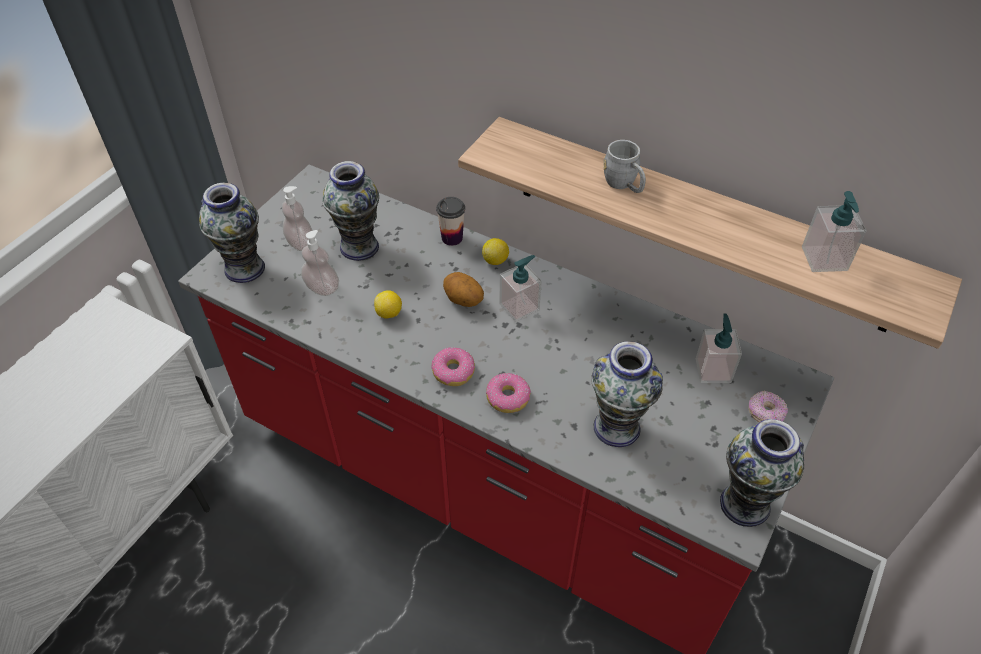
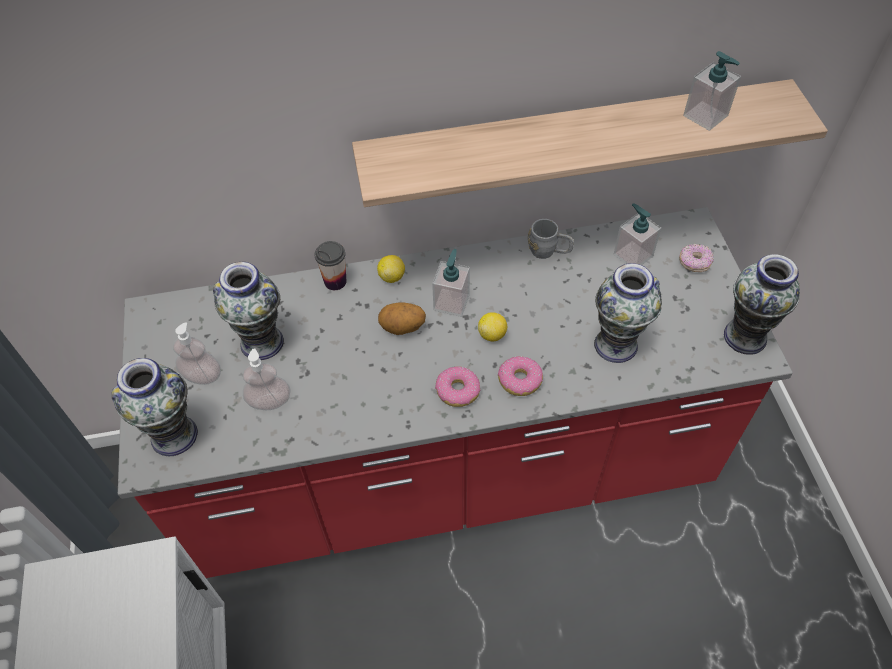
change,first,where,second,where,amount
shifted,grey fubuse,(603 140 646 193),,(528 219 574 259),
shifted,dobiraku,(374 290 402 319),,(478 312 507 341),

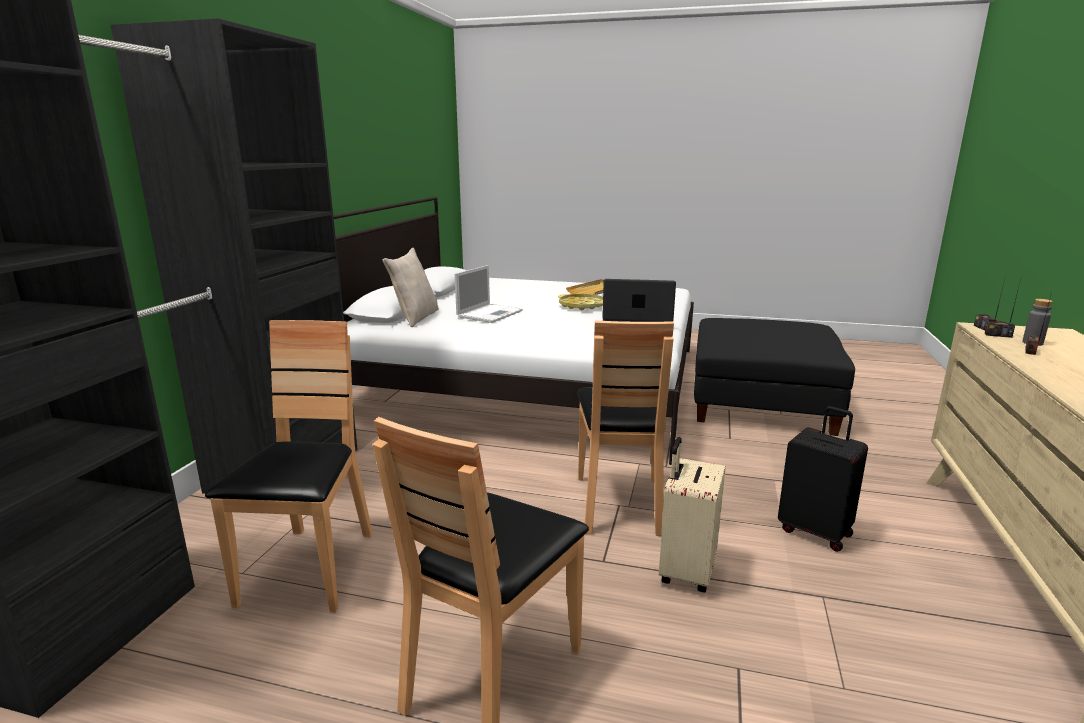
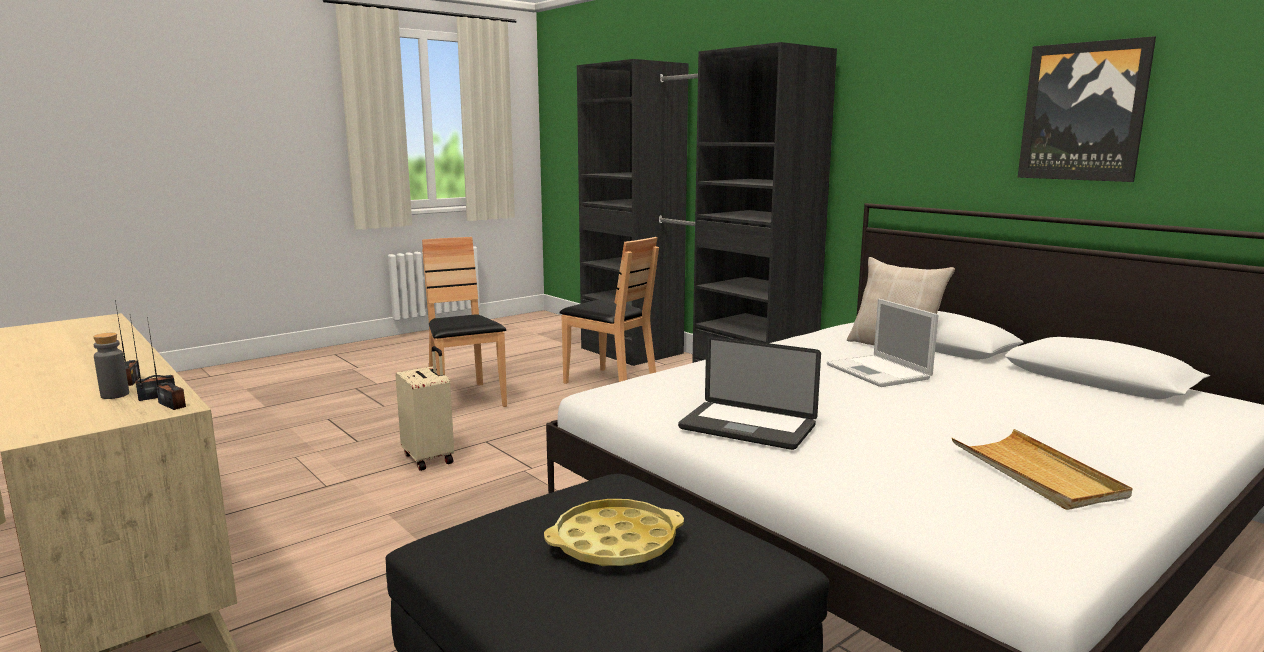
change,first,where,second,where,amount
rotated,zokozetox,(602 279 676 322),,(678 336 821 450),75 degrees clockwise
shifted,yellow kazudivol,(558 294 603 310),,(544 499 684 566),
gone,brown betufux,(577 320 674 536),,,
gone,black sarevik,(778 406 868 552),,,
new,,,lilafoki,(1018 36 1156 182),

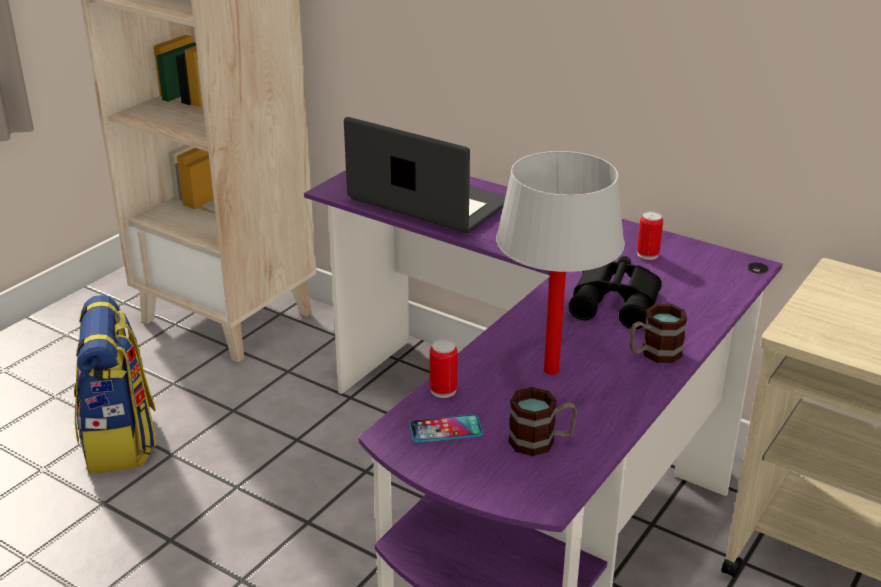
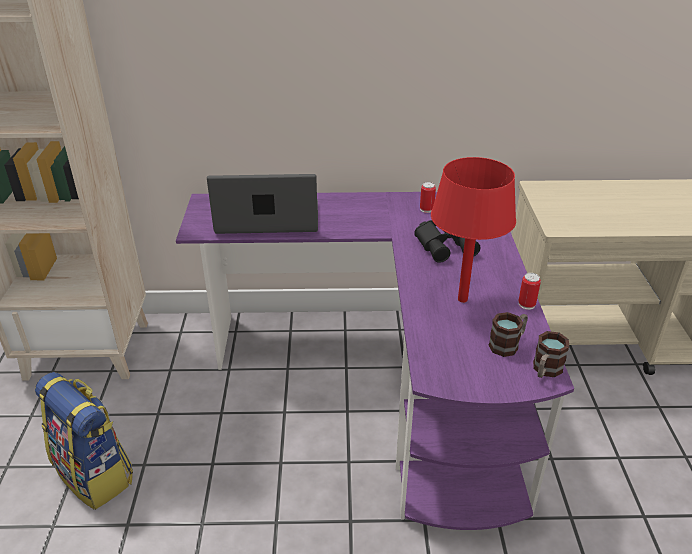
change,first,where,second,where,amount
repainted,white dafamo,(496 151 625 375),red dafamo,(431 157 516 303),
shifted,fubuse,(630 304 687 363),,(533 331 569 378),
shifted,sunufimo,(430 339 458 398),,(518 273 541 310),
gone,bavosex,(409 414 483 443),,,

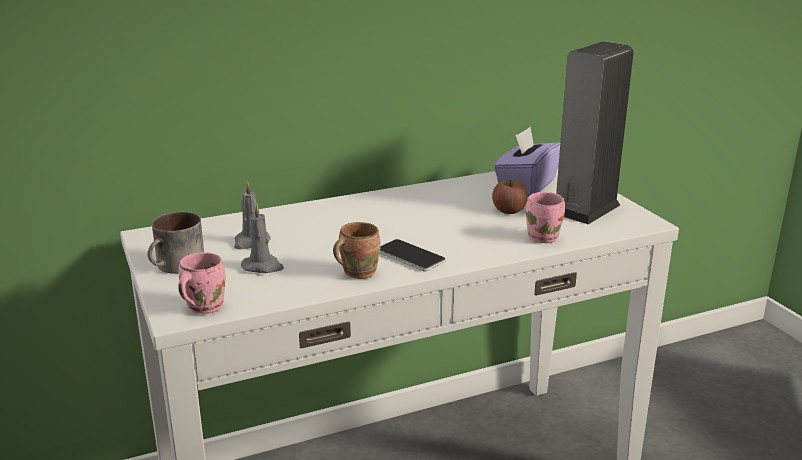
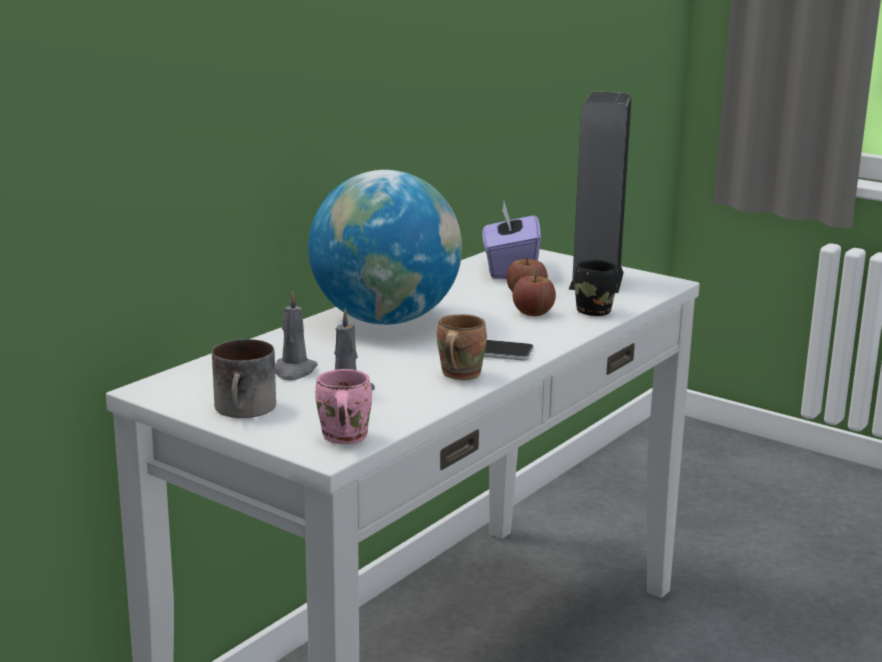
change,first,where,second,where,amount
repainted,pink fubuse,(526 192 565 243),black fubuse,(574 260 618 316),
new,,,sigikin,(308 170 462 325),
new,,,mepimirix,(512 275 556 316),

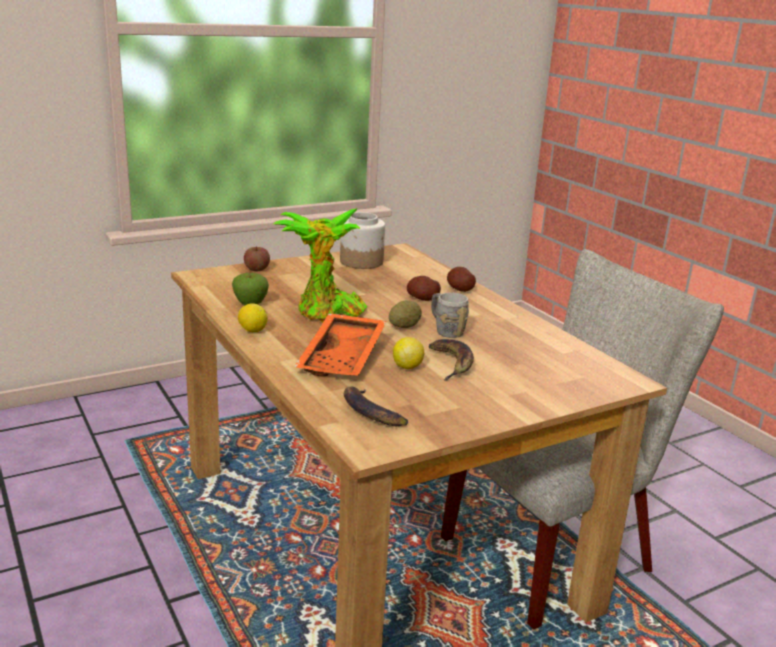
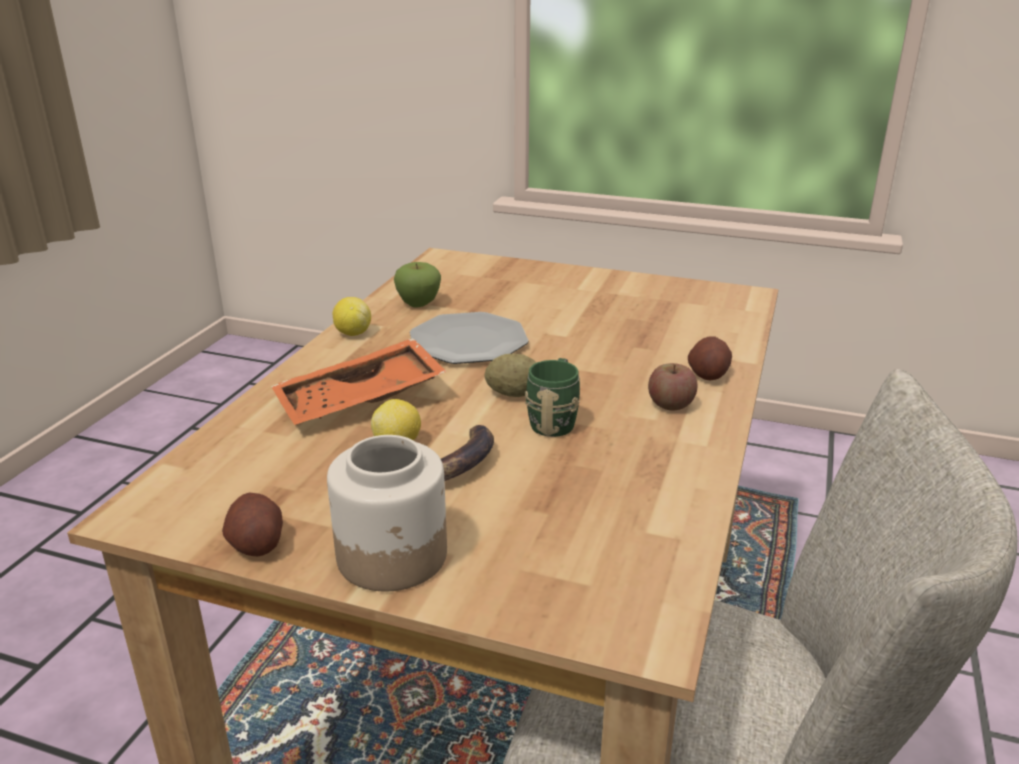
change,first,where,second,where,amount
swapped,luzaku,(273 208 367 322),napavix,(410 312 529 364),
shifted,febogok,(340 212 385 269),,(327 435 447 591),
shifted,mepimirix,(244 246 270 271),,(648 363 697 410),
shifted,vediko,(407 276 441 301),,(222 493 283 556),
repainted,grey fubuse,(431 292 469 338),green fubuse,(525 358 580 437),
gone,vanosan,(344 386 408 426),,,

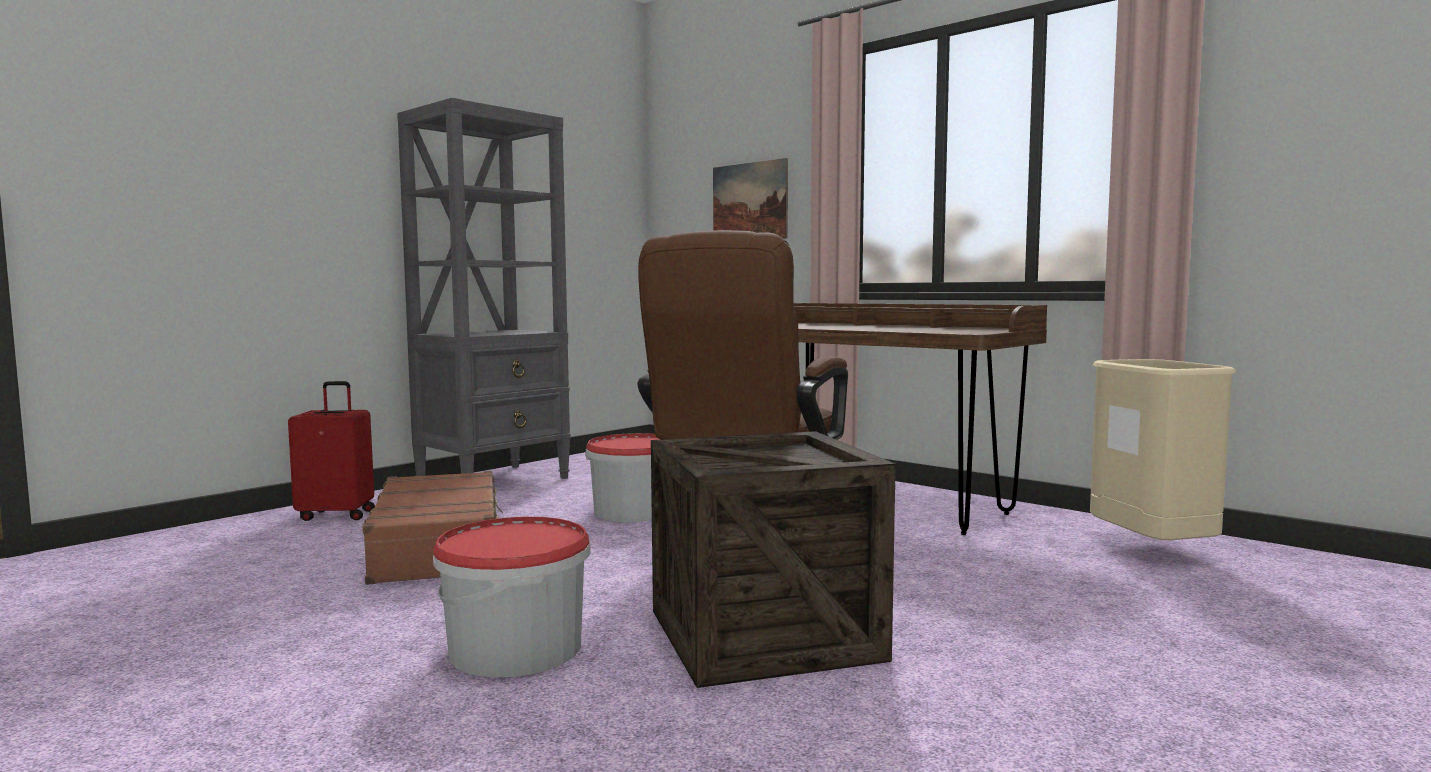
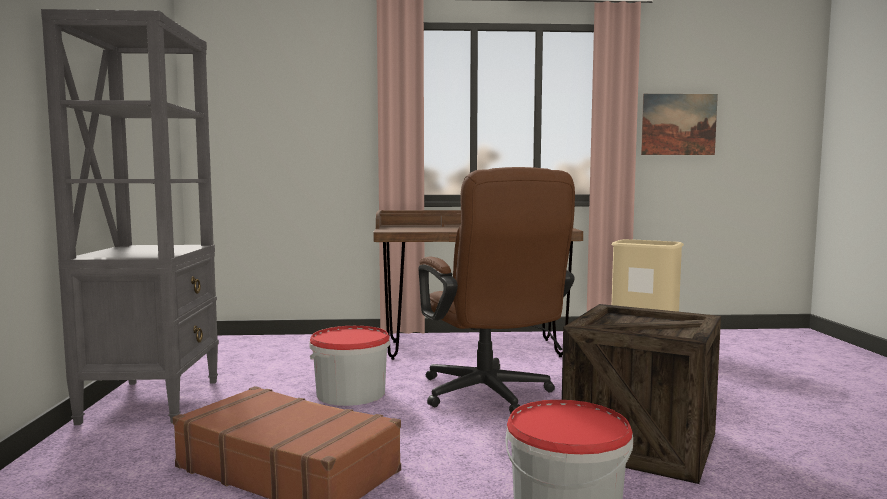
change,first,where,second,where,amount
shifted,lilafoki,(713 158 788 239),,(641 94 718 155),
gone,red sarevik,(288 381 375 521),,,

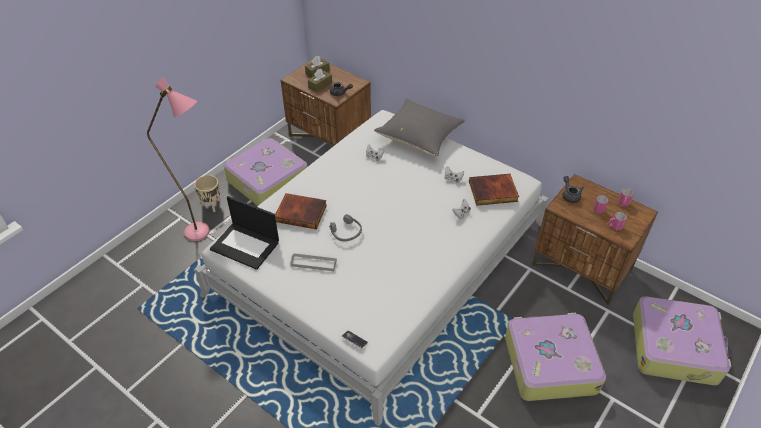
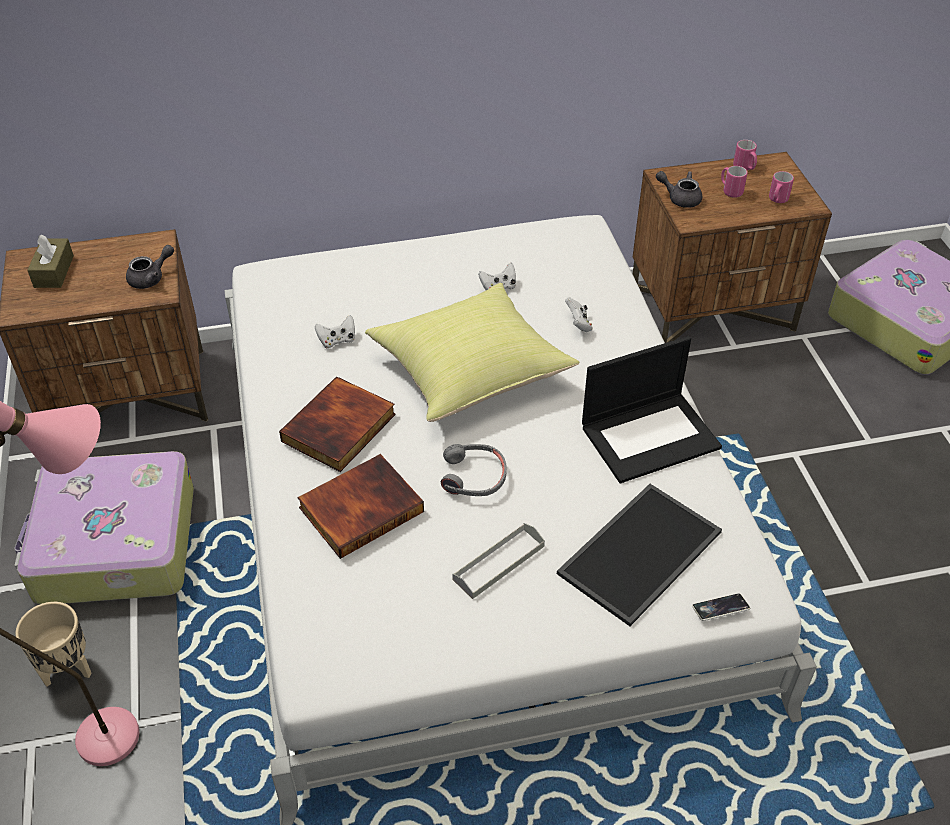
change,first,where,second,where,amount
gone,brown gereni,(308 69 332 93),,,
gone,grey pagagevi,(374 99 465 157),,,
shifted,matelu,(469 174 519 206),,(279 376 396 472),
shifted,zokozetox,(210 196 279 270),,(582 336 722 484),
gone,sarevik,(505 313 606 401),,,
new,,,yellow pagagevi,(365 283 579 422),
new,,,kazudivol,(557 484 722 626),

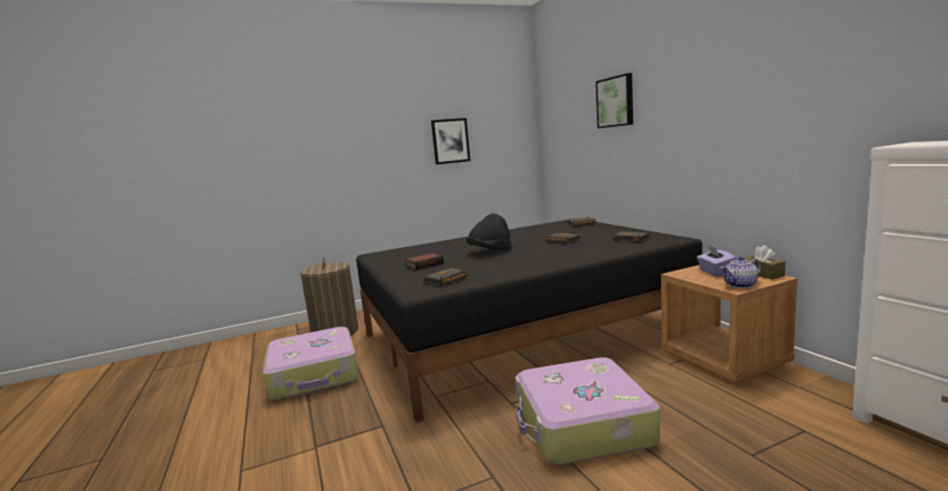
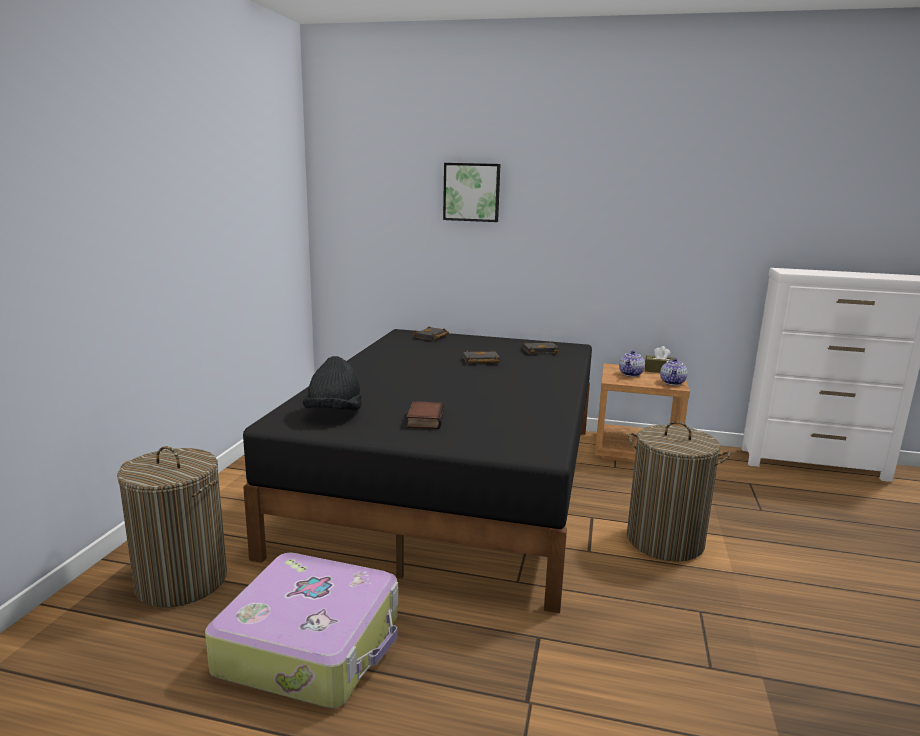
change,first,where,second,where,amount
gone,lilafoki,(431 118 470 165),,,
shifted,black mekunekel,(466 213 513 250),,(303 356 362 411),
swapped,purple gereni,(697 246 736 276),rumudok,(619 350 645 377),
gone,black matelu,(423 267 468 286),,,
swapped,sarevik,(515 357 660 465),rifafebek,(627 422 730 562),

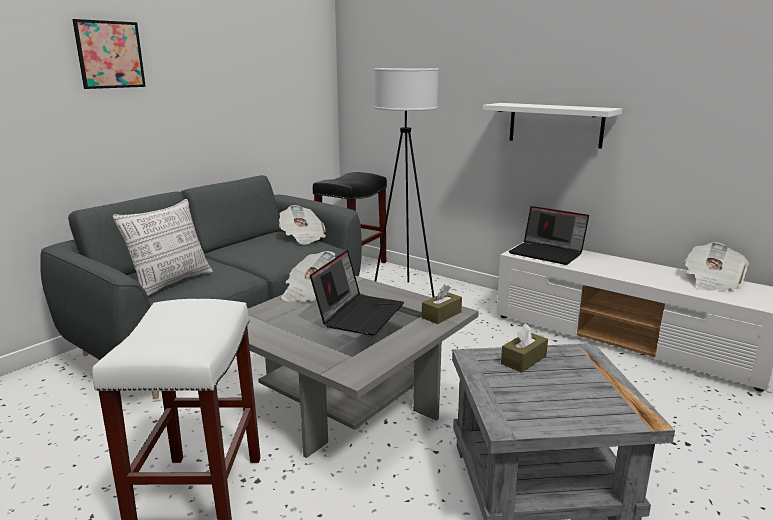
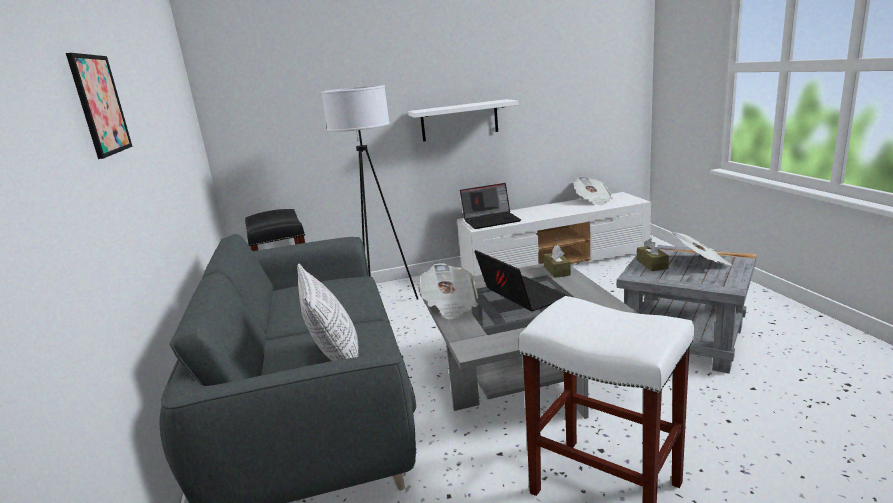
change,first,where,second,where,amount
shifted,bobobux,(279 205 326 245),,(670 232 734 266),

